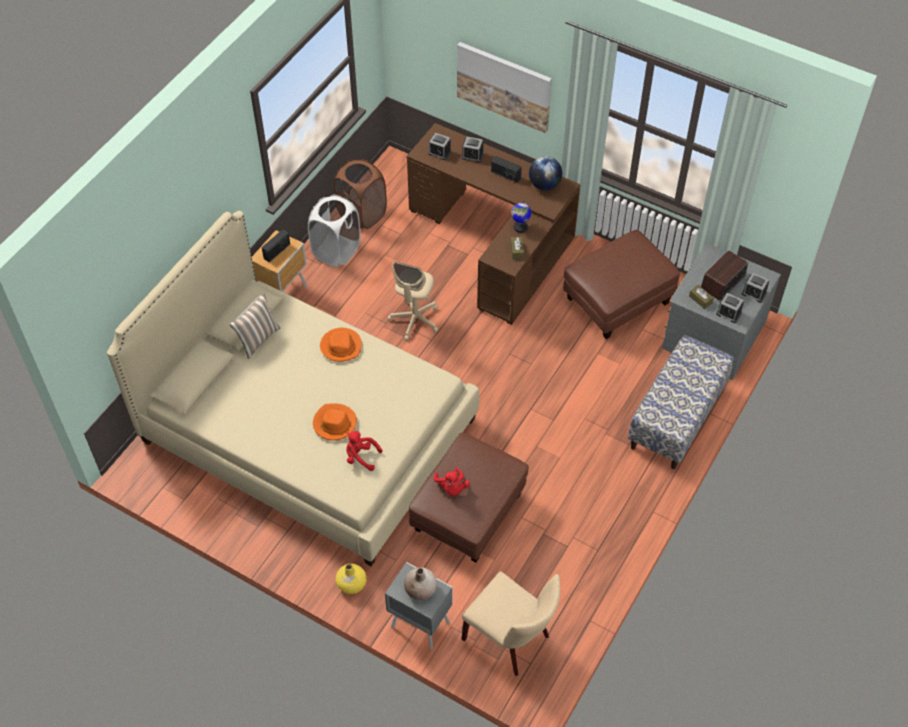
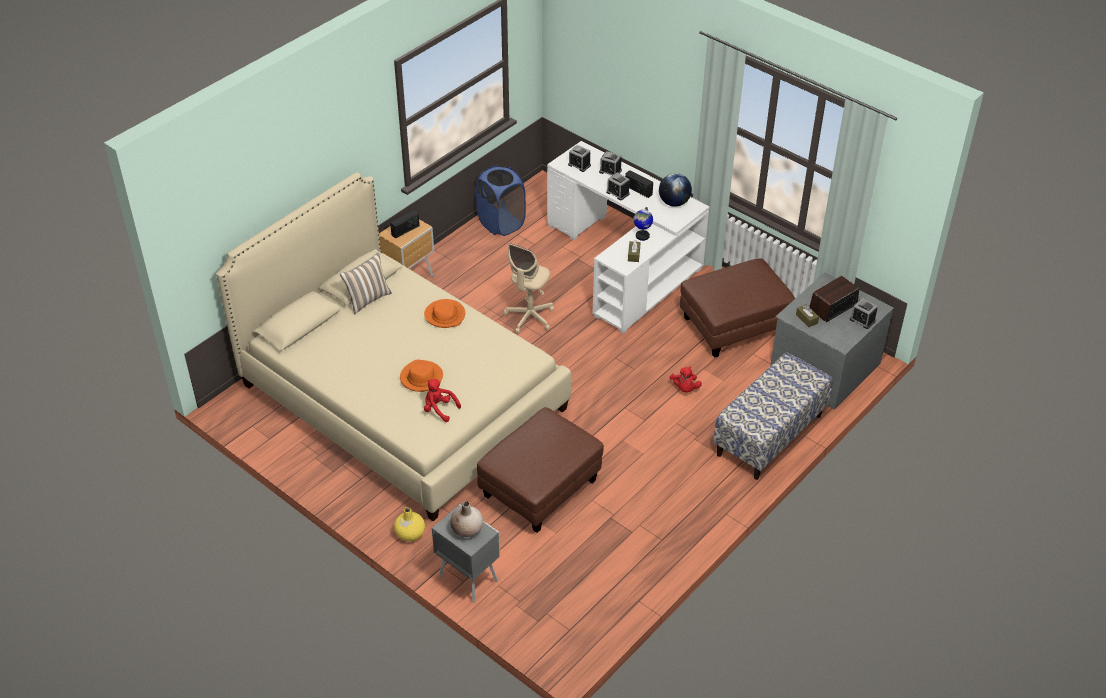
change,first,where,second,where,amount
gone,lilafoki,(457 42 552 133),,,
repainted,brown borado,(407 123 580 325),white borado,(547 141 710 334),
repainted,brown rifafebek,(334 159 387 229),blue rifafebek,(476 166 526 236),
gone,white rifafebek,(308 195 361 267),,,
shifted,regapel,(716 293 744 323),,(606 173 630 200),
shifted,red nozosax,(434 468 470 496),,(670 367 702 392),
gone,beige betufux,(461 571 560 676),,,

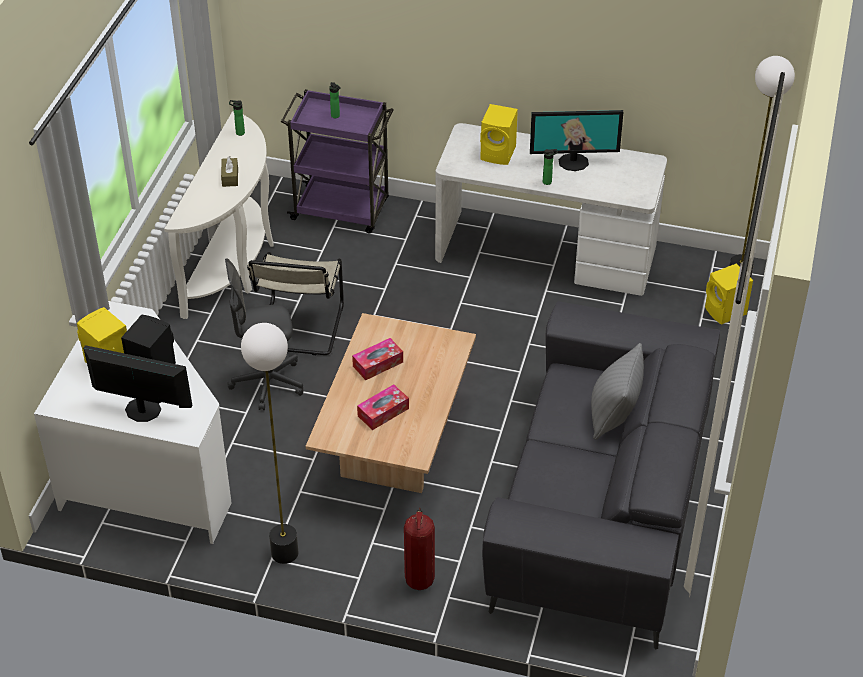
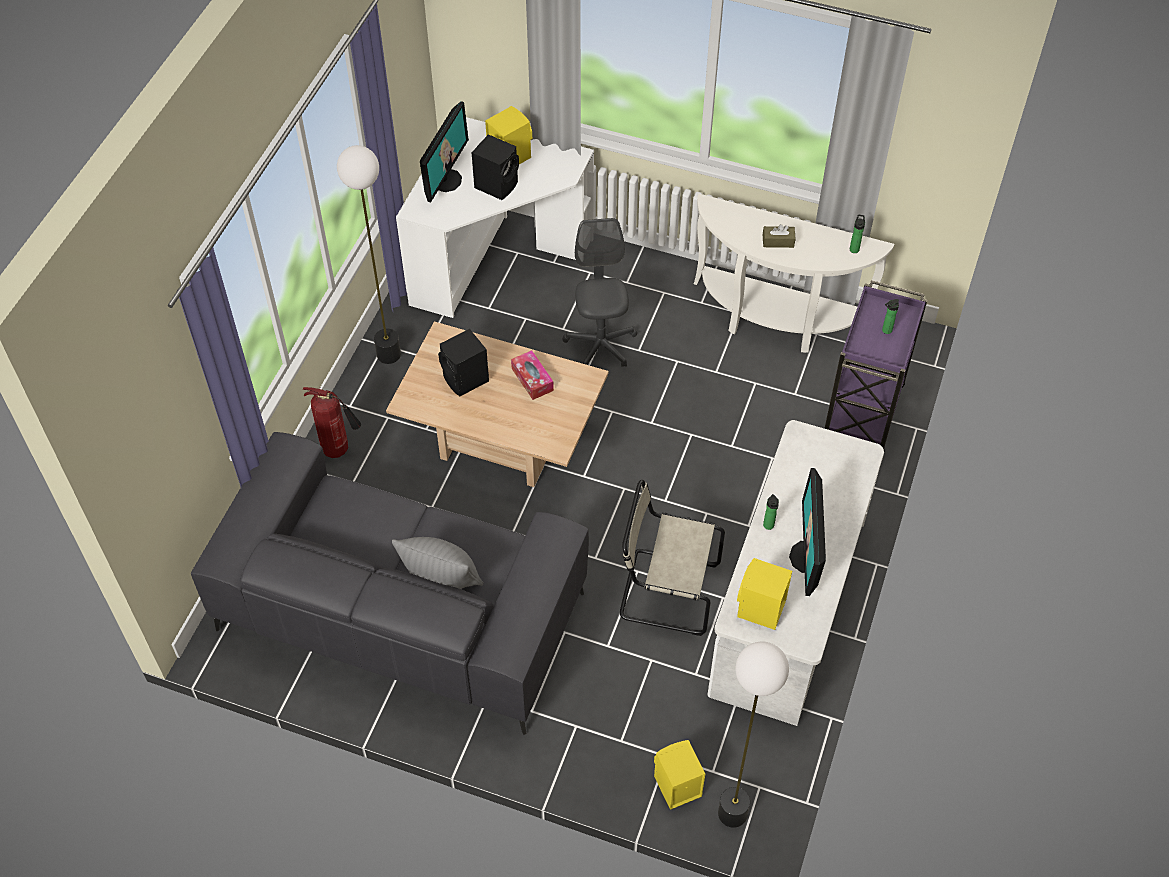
change,first,where,second,where,amount
shifted,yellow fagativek,(480 104 518 165),,(737 558 792 630),
shifted,beige betufux,(247 252 344 355),,(620 480 725 636),
swapped,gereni,(357 384 409 430),black fagativek,(438 329 489 397),

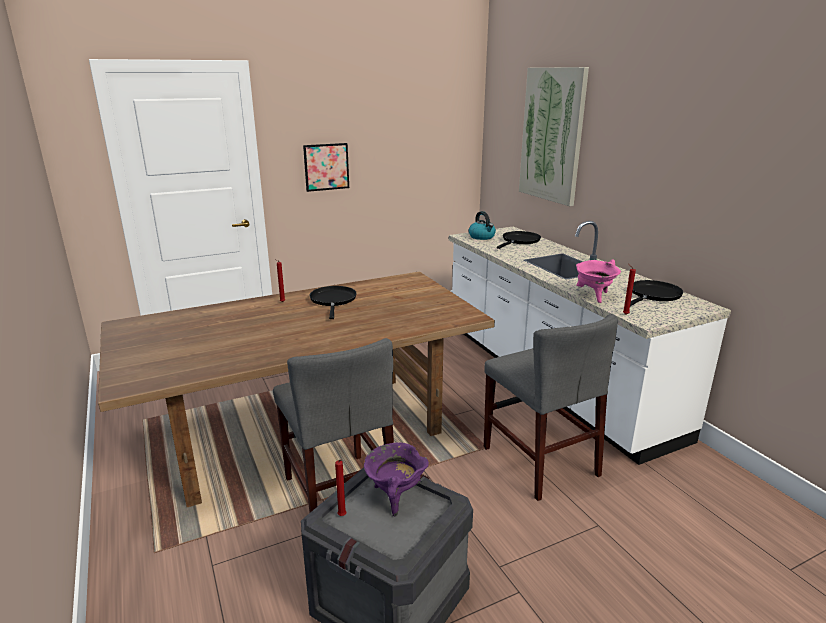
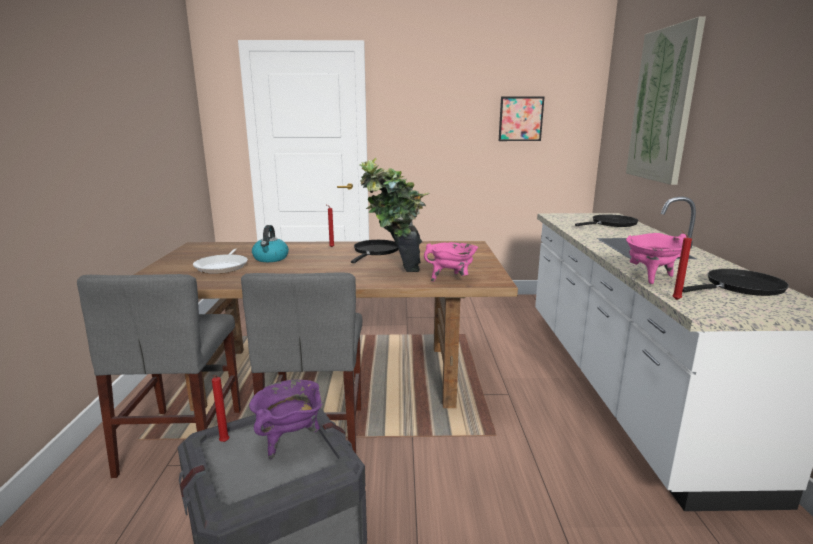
change,first,where,second,where,amount
shifted,lilafoki,(303 143 349 192),,(499 97 544 141),
shifted,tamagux,(469 211 496 240),,(252 225 289 262),
shifted,grey betufux,(484 314 618 501),,(77 274 241 478),
new,,,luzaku,(359 158 430 272),
new,,,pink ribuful,(424 242 478 282),
new,,,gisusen,(193 248 248 274),

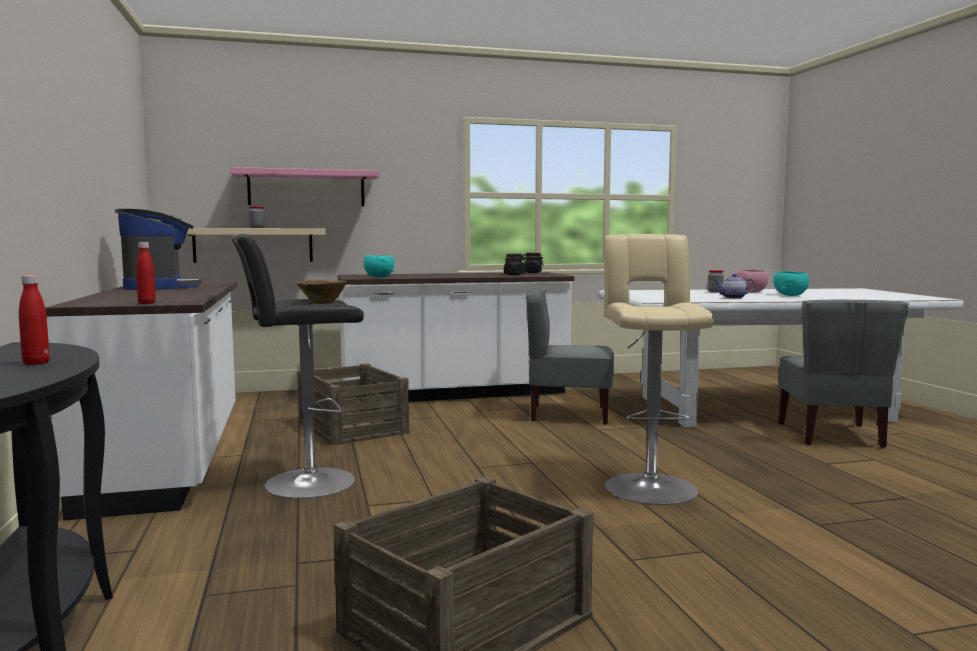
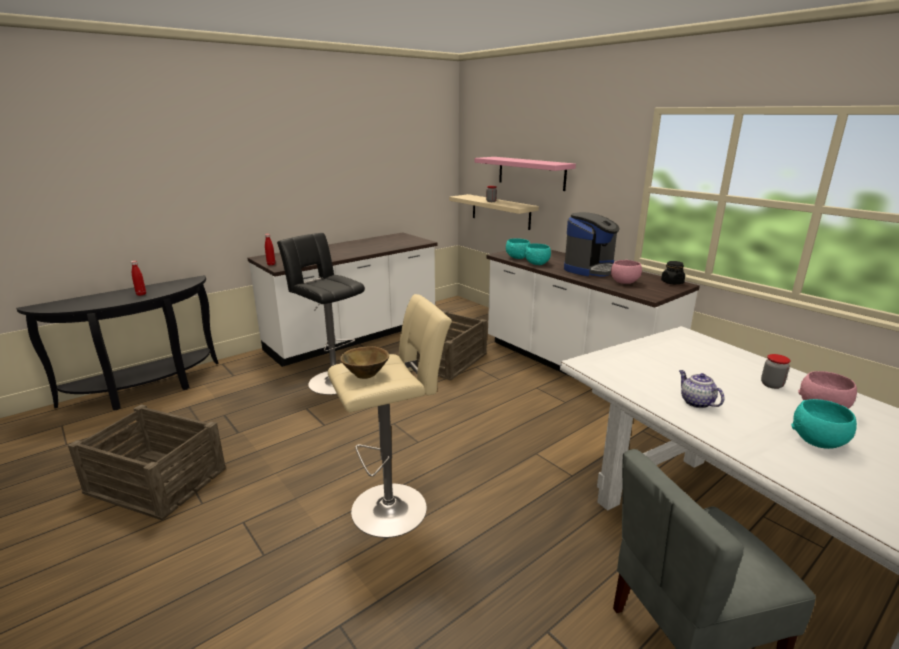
change,first,where,second,where,amount
shifted,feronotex,(115 209 202 290),,(564 212 620 277),
swapped,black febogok,(504 254 526 275),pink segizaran,(611 260 642 284),
shifted,brown segizaran,(297 280 347 304),,(340 346 389 379),
gone,grey betufux,(526 288 614 425),,,
new,,,turquoise segizaran,(524 243 551 265),

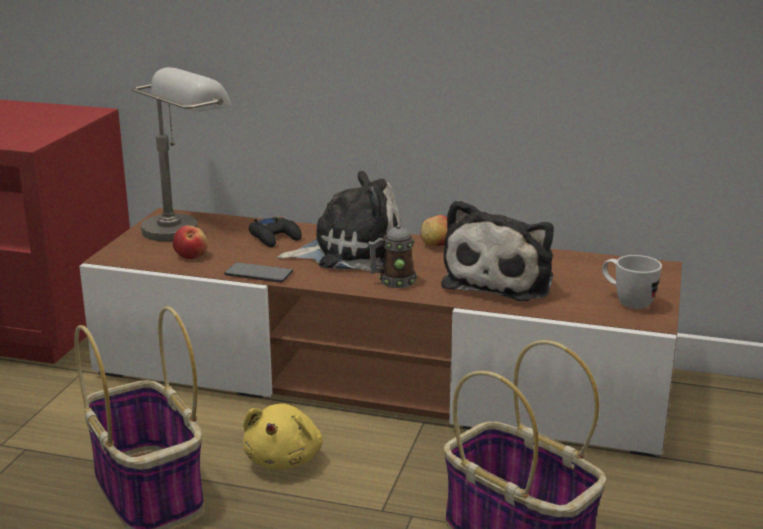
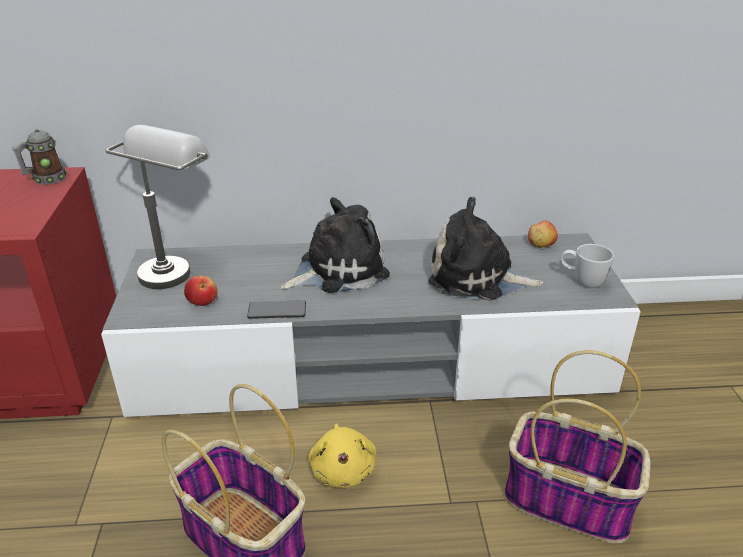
change,first,where,second,where,amount
rotated,nozosax,(441 200 554 301),,(428 197 543 301),105 degrees clockwise
repainted,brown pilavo,(79 208 682 458),grey pilavo,(101 233 641 417),
shifted,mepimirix,(421 215 447 246),,(528 220 558 248),
gone,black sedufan,(249 217 302 247),,,
shifted,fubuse,(368 225 417 288),,(12 129 67 185),

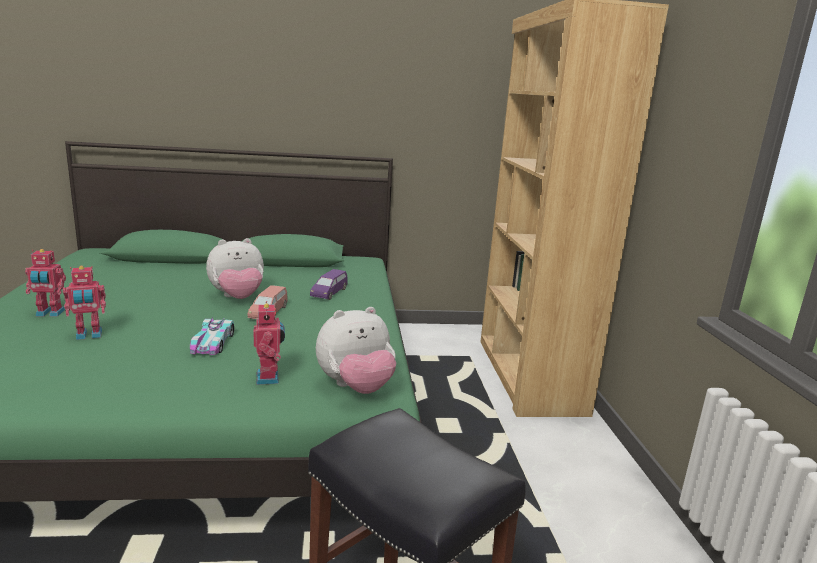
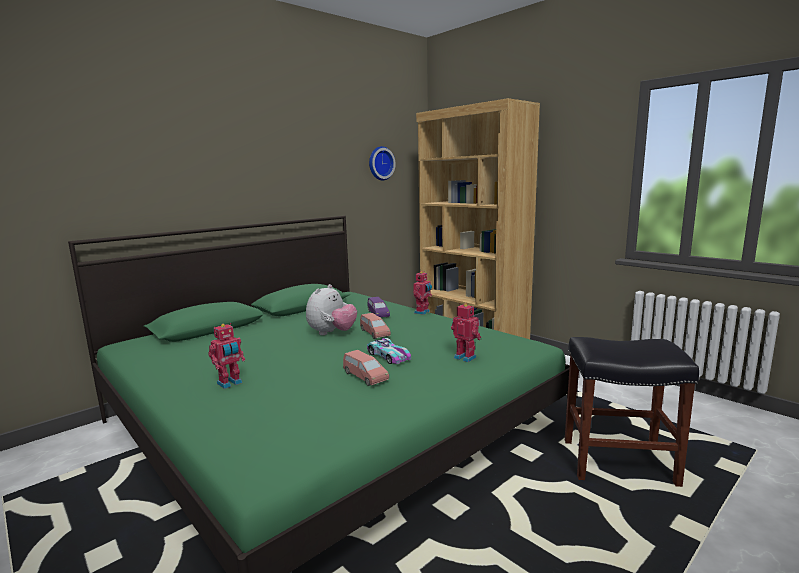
change,first,where,second,where,amount
shifted,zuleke,(63 266 106 340),,(413 271 432 315),
gone,nozosax,(316 307 396 394),,,
new,,,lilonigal,(369 146 396 181),
new,,,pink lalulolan,(343 350 389 386),

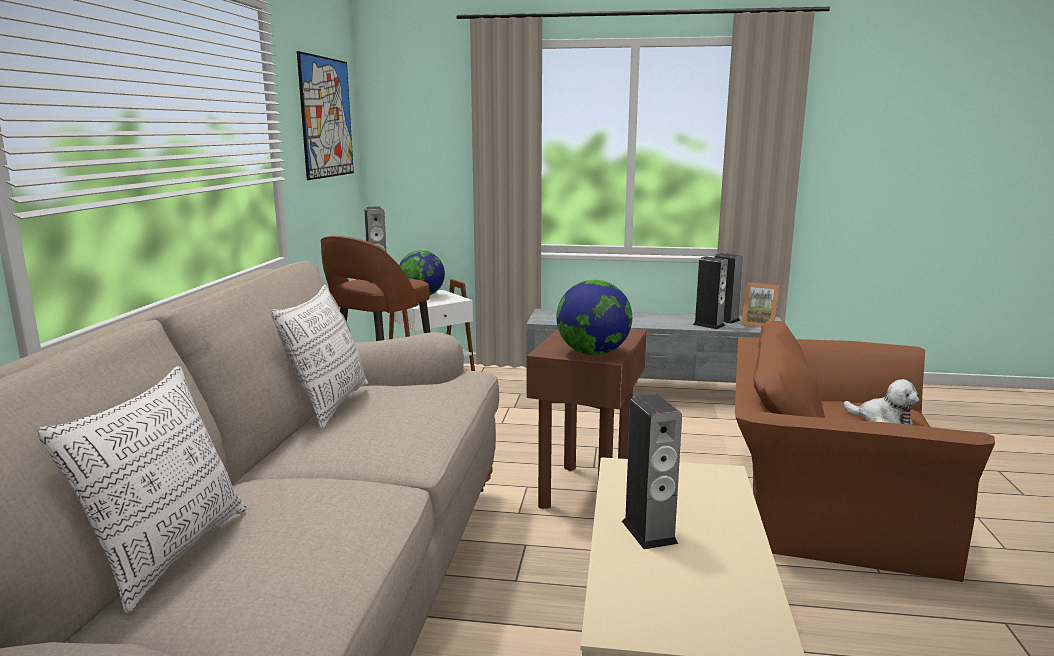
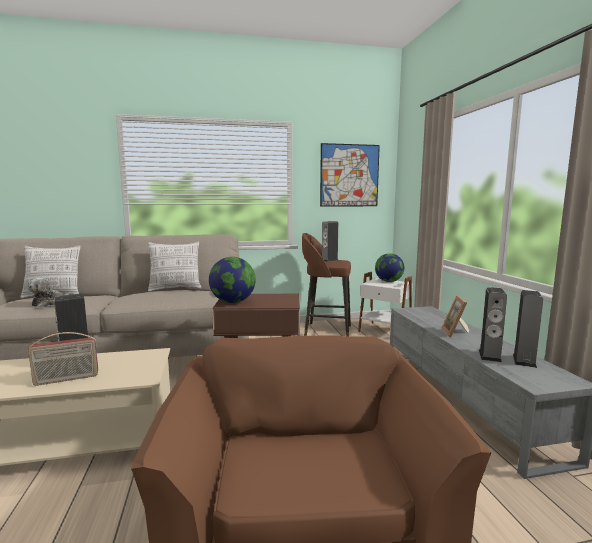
change,first,where,second,where,amount
shifted,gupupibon,(741 282 780 328),,(442 295 469 337),
shifted,nozosax,(844 379 919 425),,(28 278 72 307),
new,,,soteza,(28 332 98 386),

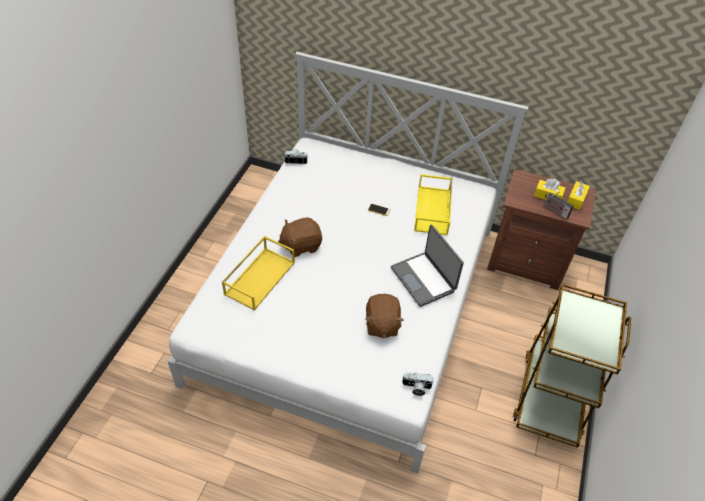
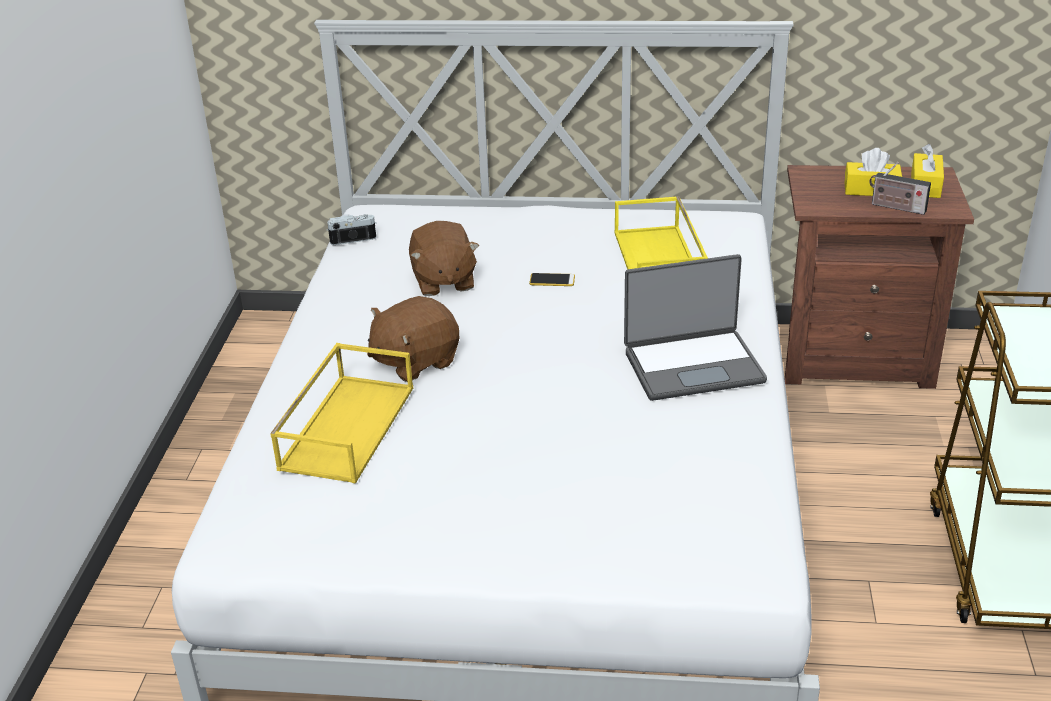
change,first,where,second,where,amount
rotated,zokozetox,(391 225 464 307),,(624 254 767 401),60 degrees counterclockwise
shifted,brown nozosax,(365 294 404 339),,(409 221 479 296),
gone,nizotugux,(402 372 434 396),,,

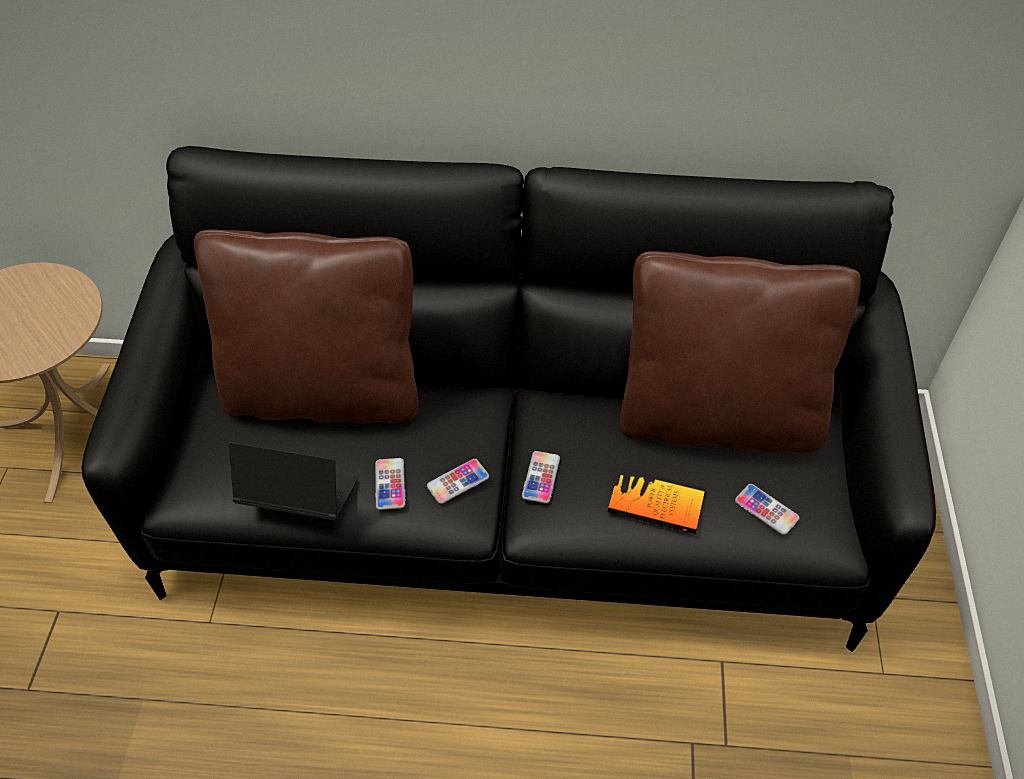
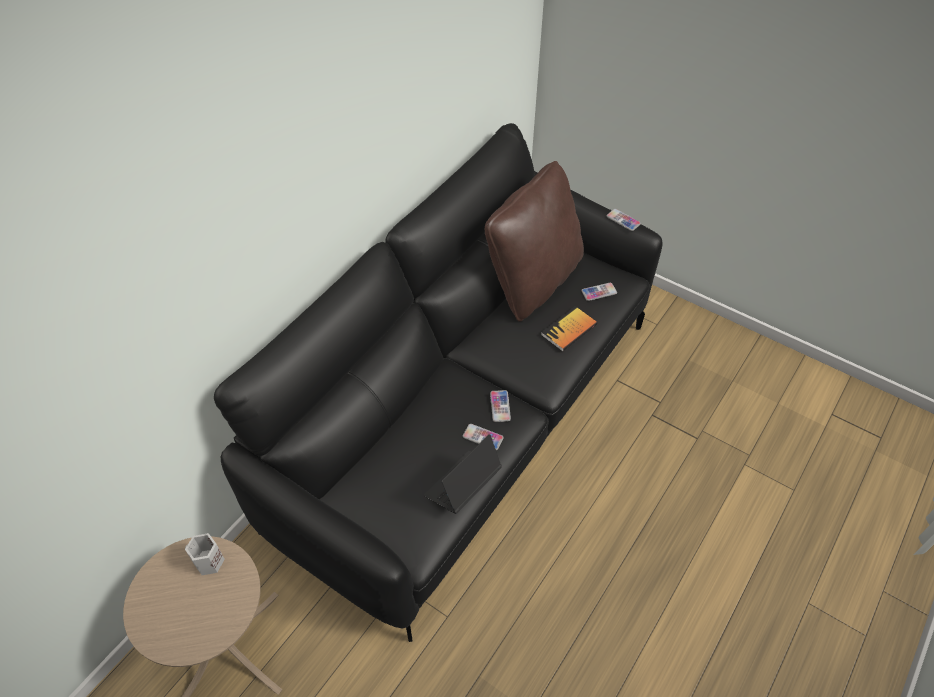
change,first,where,second,where,amount
gone,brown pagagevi,(194 229 418 424),,,
shifted,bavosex,(522 451 560 504),,(606 209 641 231),
new,,,white fubuse,(185 533 225 575),

